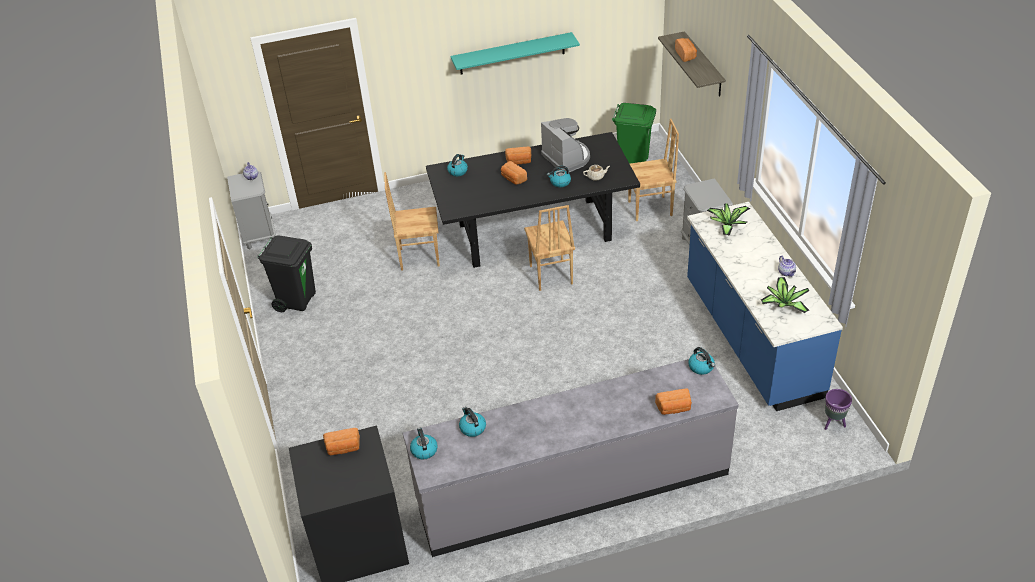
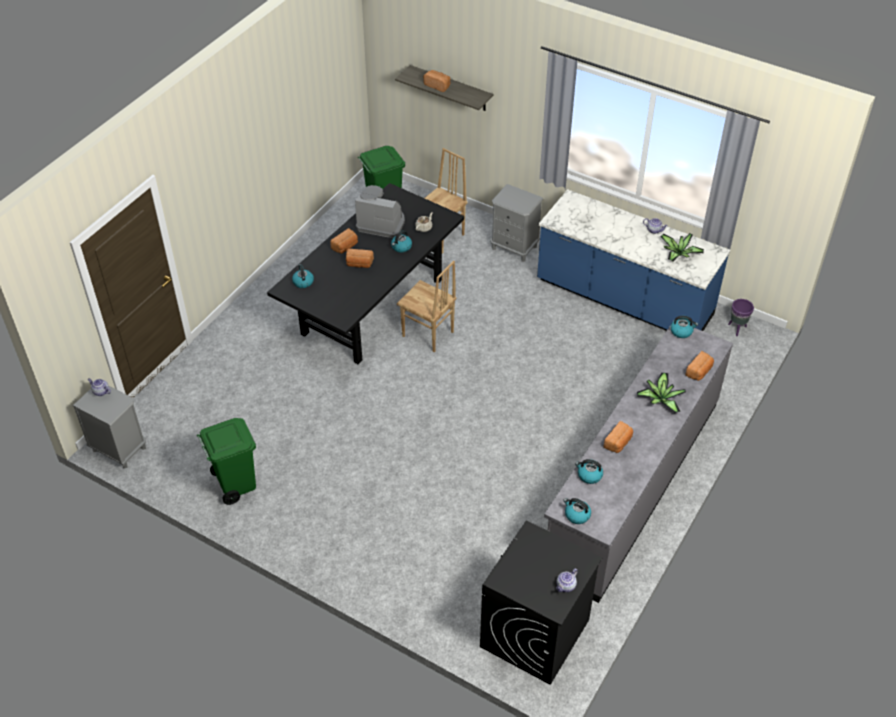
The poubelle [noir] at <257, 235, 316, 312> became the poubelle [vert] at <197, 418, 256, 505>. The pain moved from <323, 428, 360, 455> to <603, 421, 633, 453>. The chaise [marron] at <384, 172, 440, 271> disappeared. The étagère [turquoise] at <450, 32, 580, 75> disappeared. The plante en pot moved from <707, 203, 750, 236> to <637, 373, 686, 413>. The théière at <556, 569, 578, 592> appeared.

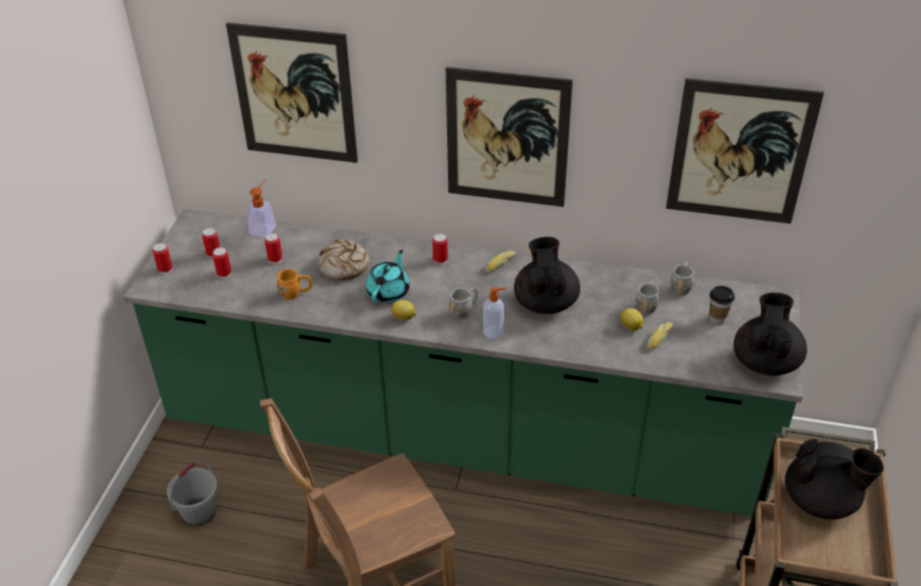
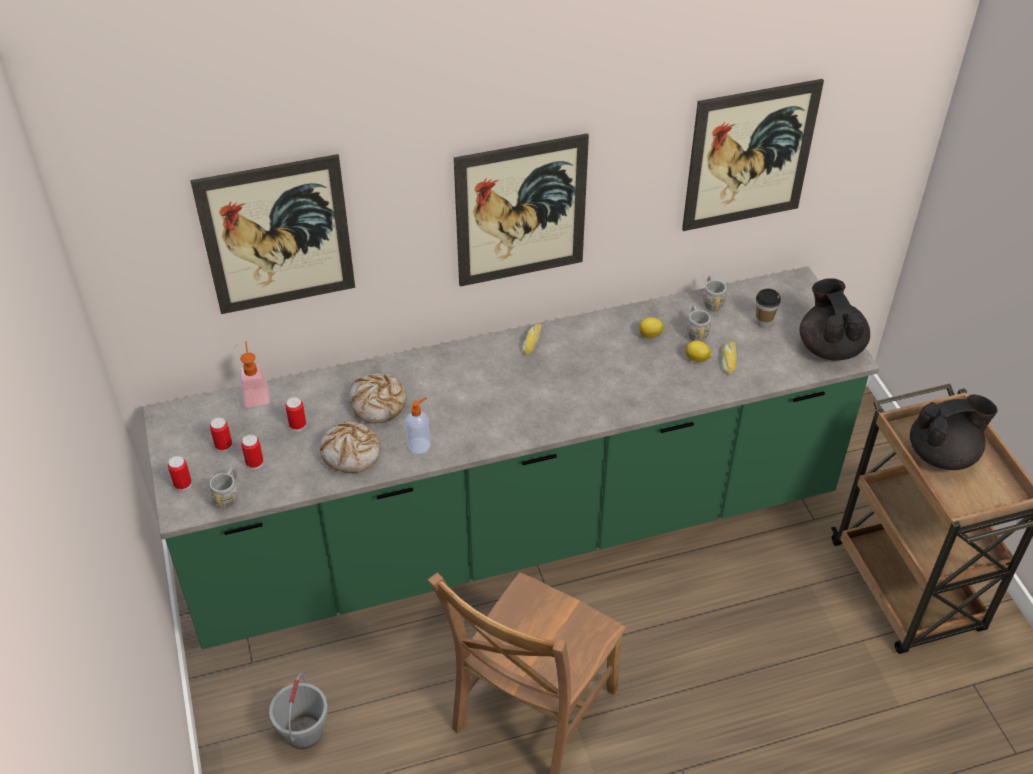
The mug [orange] at <276, 269, 312, 300> was replaced by the pain at <320, 421, 380, 473>. The théière [turquoise] at <366, 250, 410, 302> disappeared. The citron moved from <391, 300, 417, 320> to <639, 317, 664, 338>. The boîte métallique at <432, 234, 448, 264> disappeared. The mug [gris] moved from <449, 288, 478, 319> to <210, 467, 238, 509>. The distributeur de savon moved from <483, 287, 507, 339> to <406, 397, 430, 454>. The théière [noir] at <514, 237, 580, 314> disappeared.

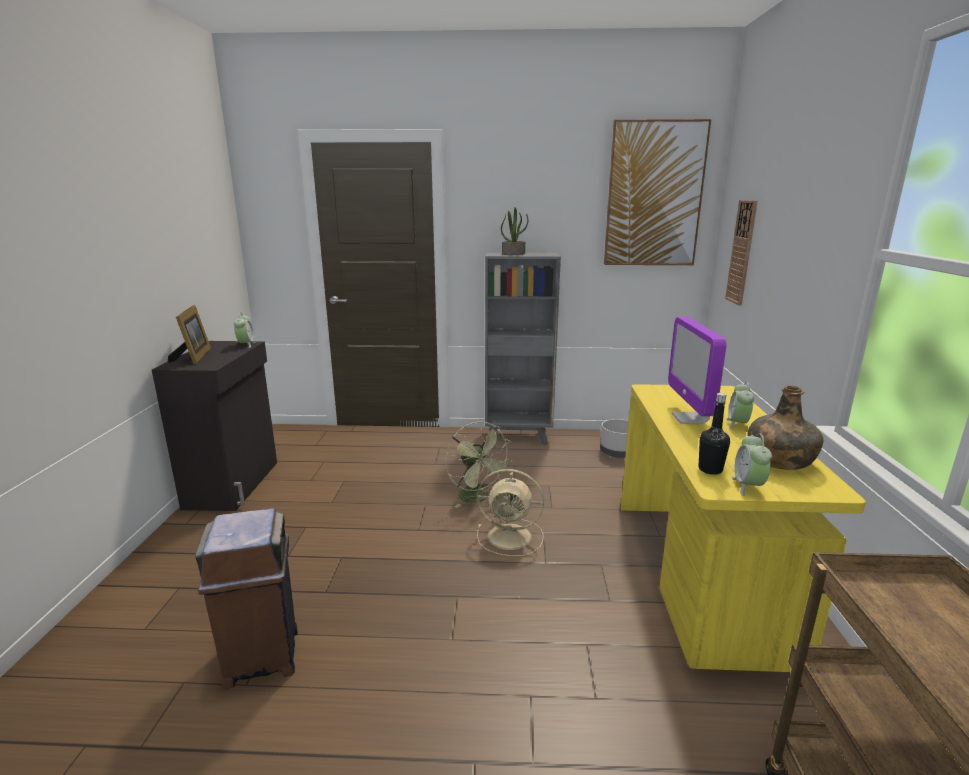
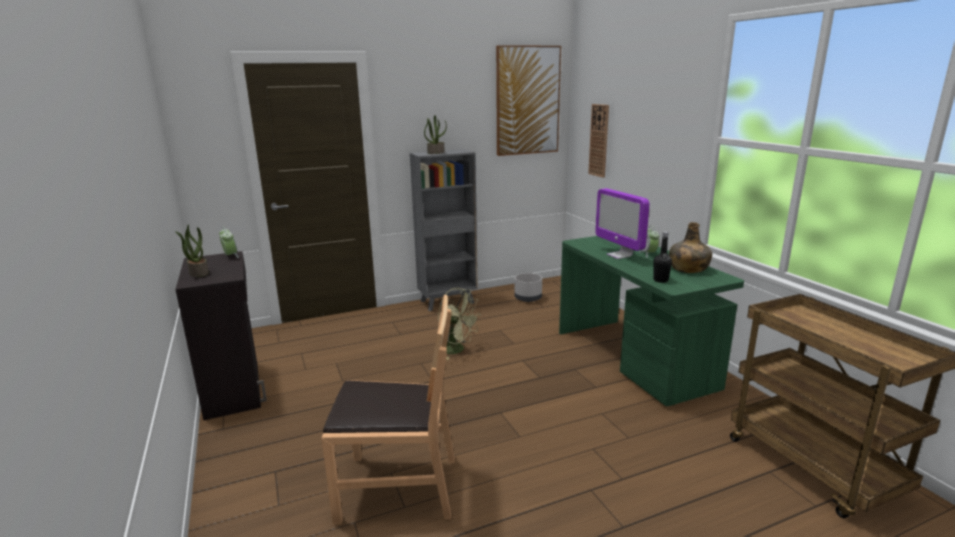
The cadre photo at <168, 305, 211, 364> was replaced by the plante en pot at <175, 224, 209, 277>. The poubelle [marron] at <195, 508, 298, 689> was replaced by the chaise [marron] at <321, 295, 455, 525>. The ventilateur [beige] at <477, 469, 544, 556> disappeared. The bureau [jaune] at <621, 384, 866, 672> became the bureau [vert] at <559, 236, 744, 406>. The réveil at <732, 433, 772, 496> disappeared.

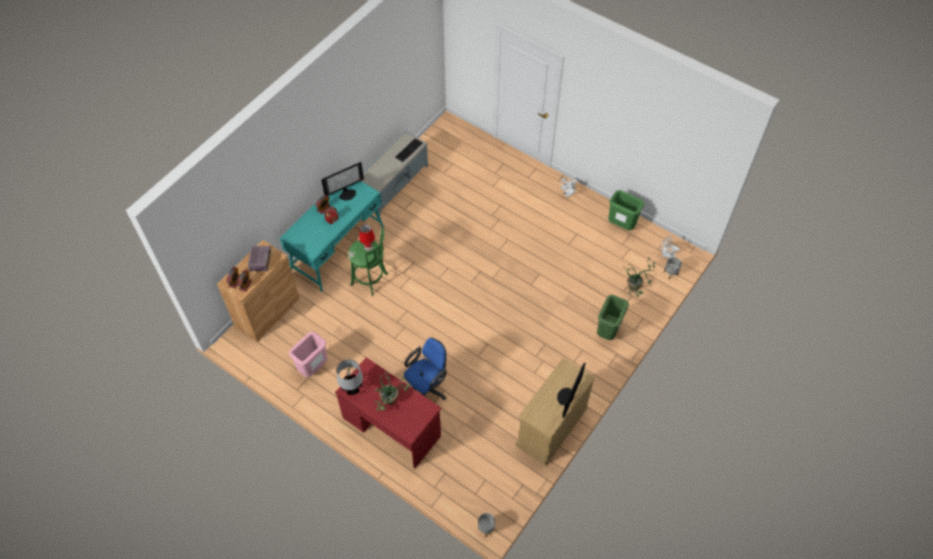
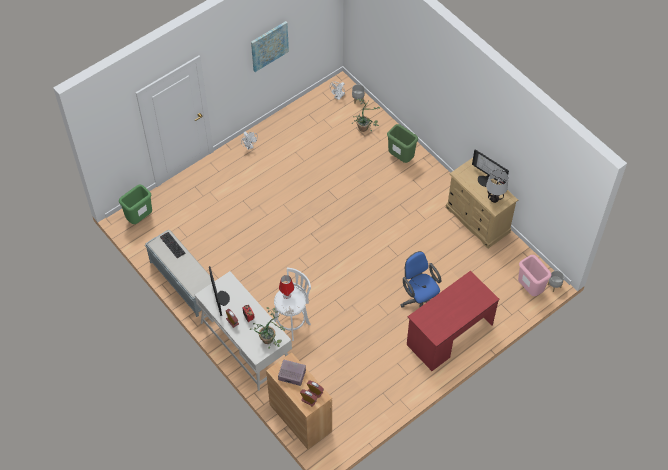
The bureau [turquoise] at <280, 181, 384, 292> became the bureau [blanc] at <195, 271, 292, 391>. The poubelle [rose] moved from <289, 332, 327, 377> to <518, 255, 551, 296>. The lampe de table moved from <337, 359, 363, 395> to <486, 170, 508, 203>. The tabouret [vert] at <348, 228, 388, 296> became the tabouret [blanc] at <274, 268, 311, 341>. The plante en pot moved from <375, 372, 410, 411> to <250, 307, 285, 349>. The poubelle [vert] moved from <608, 190, 644, 230> to <119, 185, 152, 224>. The tableau at <251, 21, 289, 72> appeared.

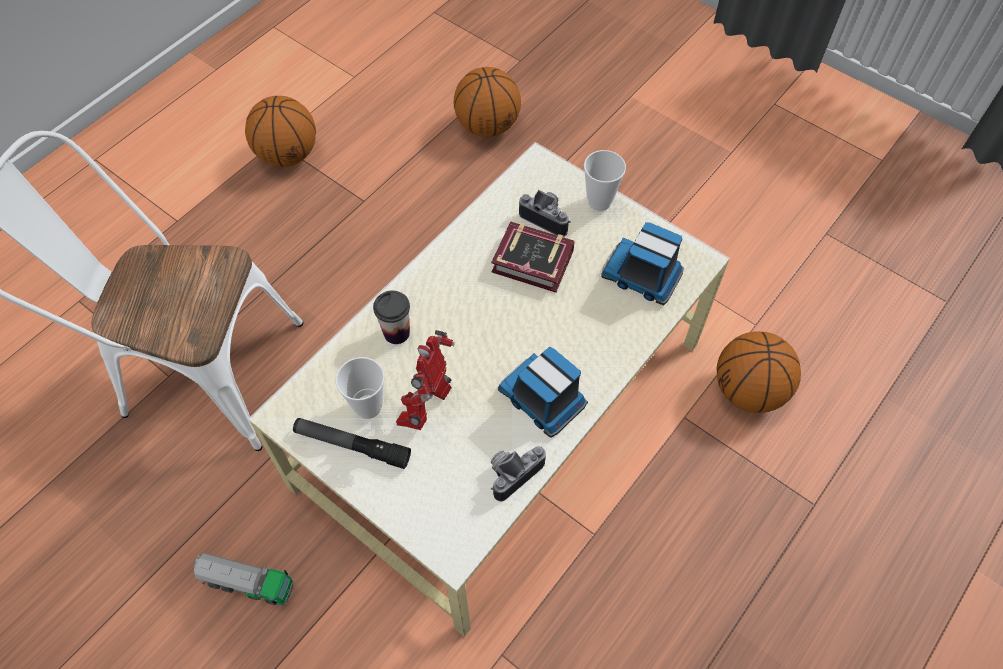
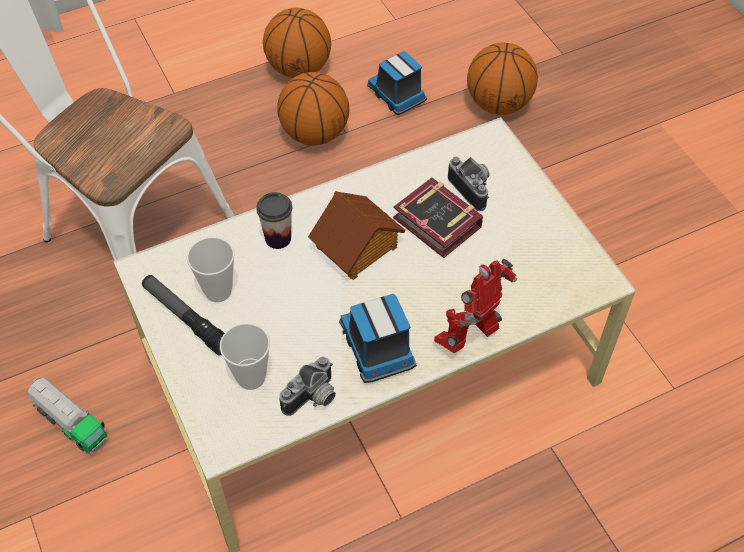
The robot jouet moved from <396, 330, 455, 430> to <434, 259, 517, 353>. The appareil photo at <491, 446, 546, 501> turned 150 degrees clockwise. The tasse moved from <584, 150, 626, 211> to <220, 323, 270, 390>. The camion jouet moved from <601, 222, 684, 305> to <367, 51, 427, 115>. The ballon de basket moved from <717, 331, 801, 413> to <277, 72, 349, 146>. The maison miniature at <308, 191, 406, 280> appeared.

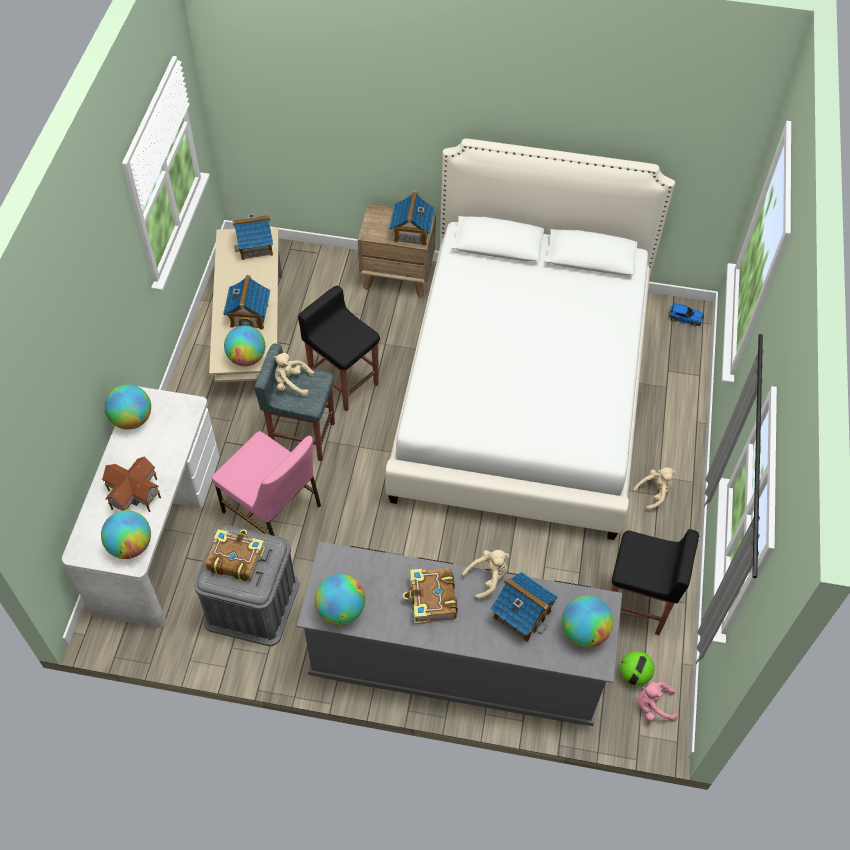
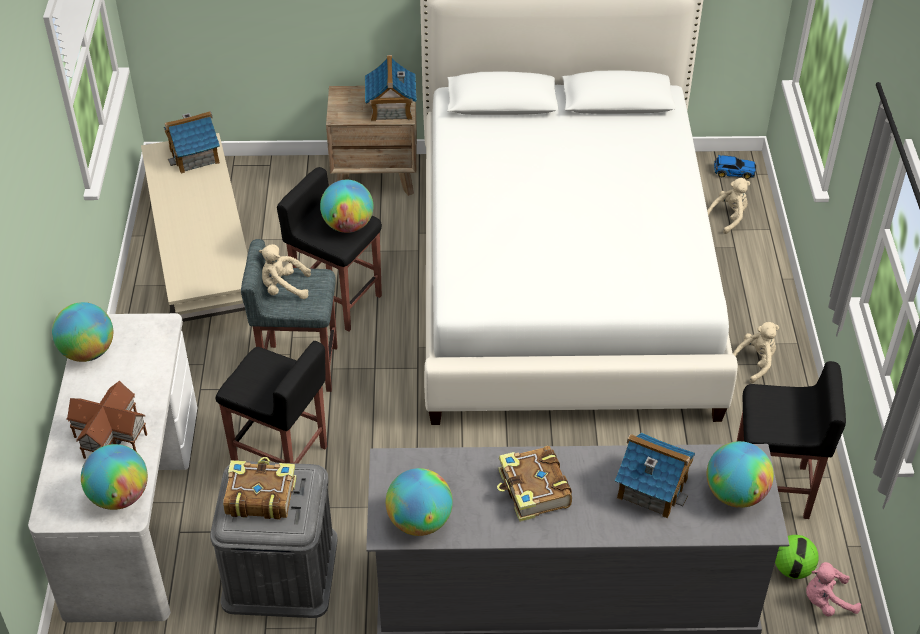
The chaise [rose] at <212, 431, 321, 536> was replaced by the tabouret [noir] at <216, 341, 327, 464>. The maison miniature at <223, 275, 270, 330> disappeared. The globe moved from <224, 325, 265, 366> to <320, 180, 373, 233>. The peluche [beige] moved from <461, 550, 510, 600> to <707, 178, 750, 234>.

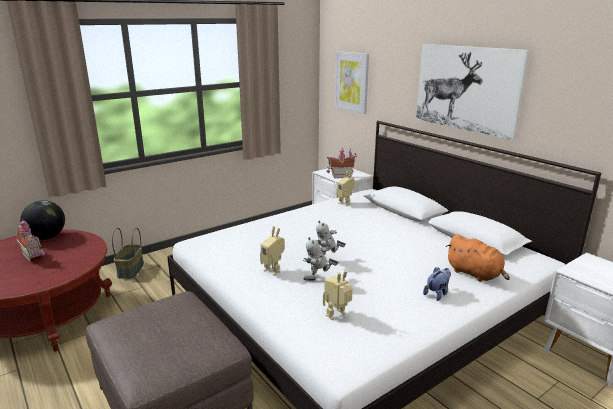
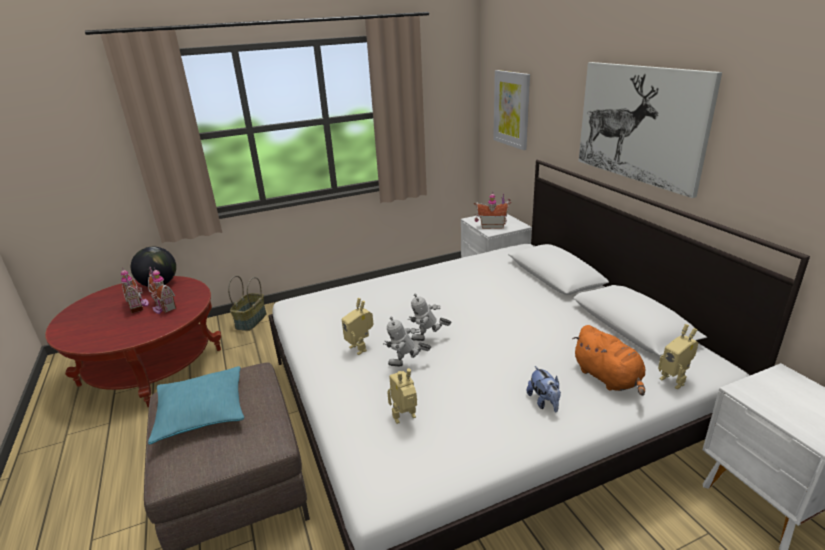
The robot jouet moved from <336, 170, 355, 206> to <658, 324, 698, 389>. The peluche at <423, 267, 451, 301> turned 105 degrees clockwise. The maison miniature at <148, 267, 176, 314> appeared. The coussin [turquoise] at <148, 366, 244, 445> appeared.

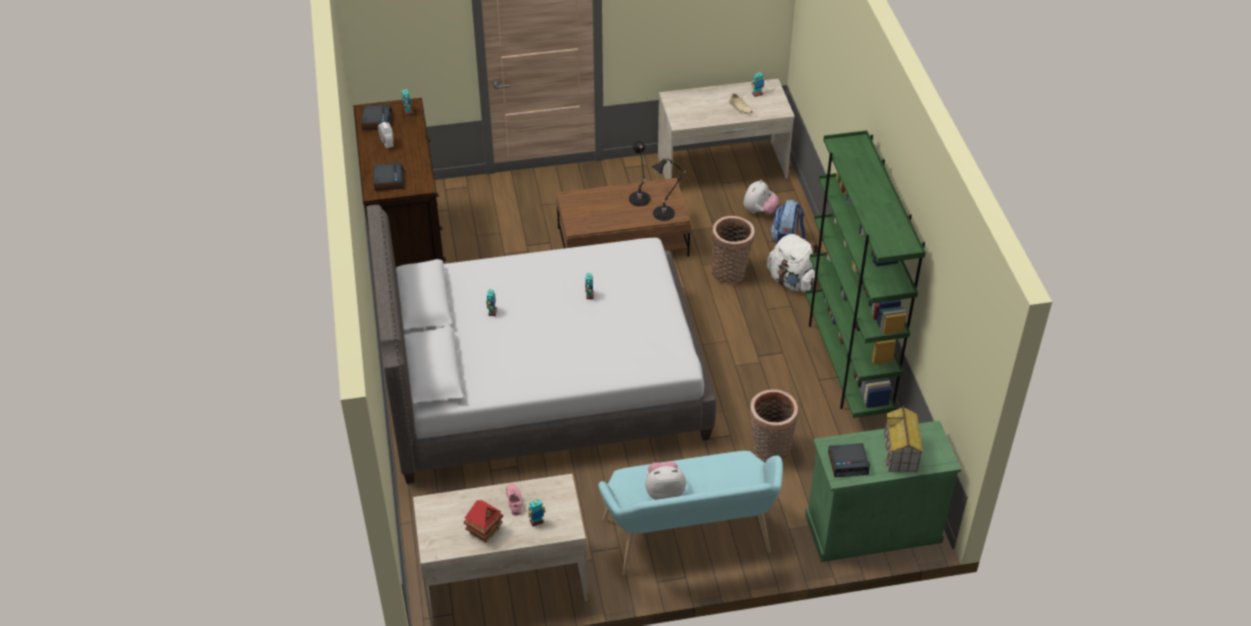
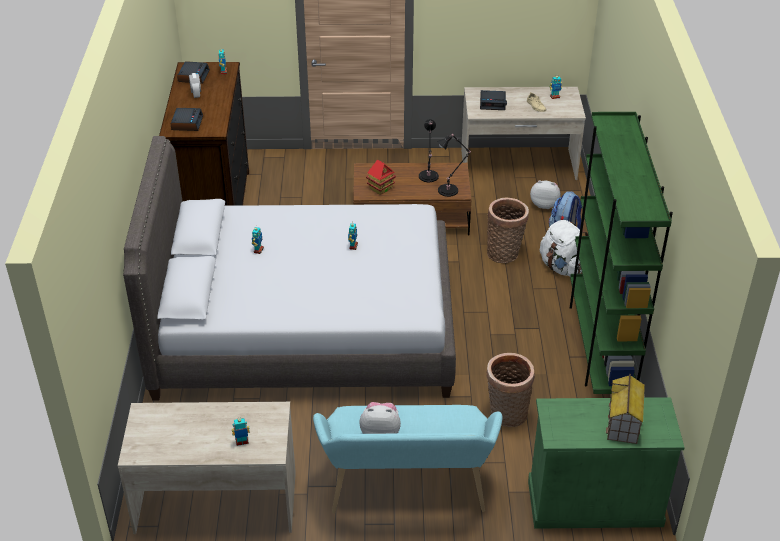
The maison miniature moved from <463, 500, 503, 543> to <366, 160, 396, 195>. The chaussure [rose] at <506, 484, 522, 516> disappeared. The peluche at <743, 180, 779, 214> turned 120 degrees counterclockwise. The réveil moved from <828, 443, 870, 477> to <480, 90, 507, 110>.

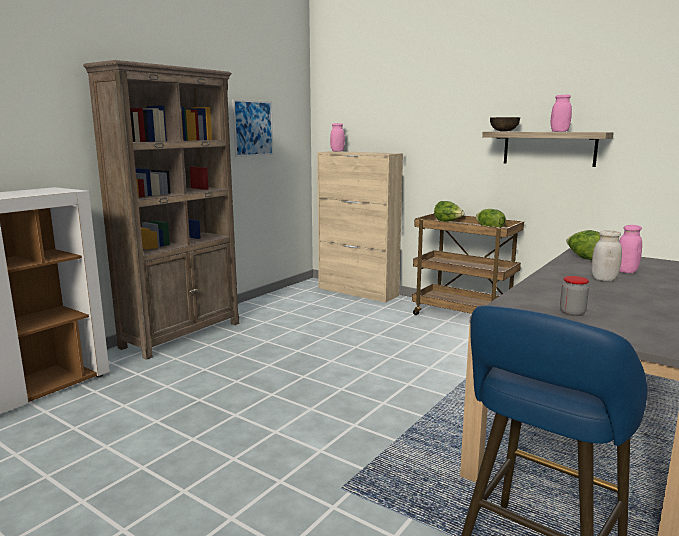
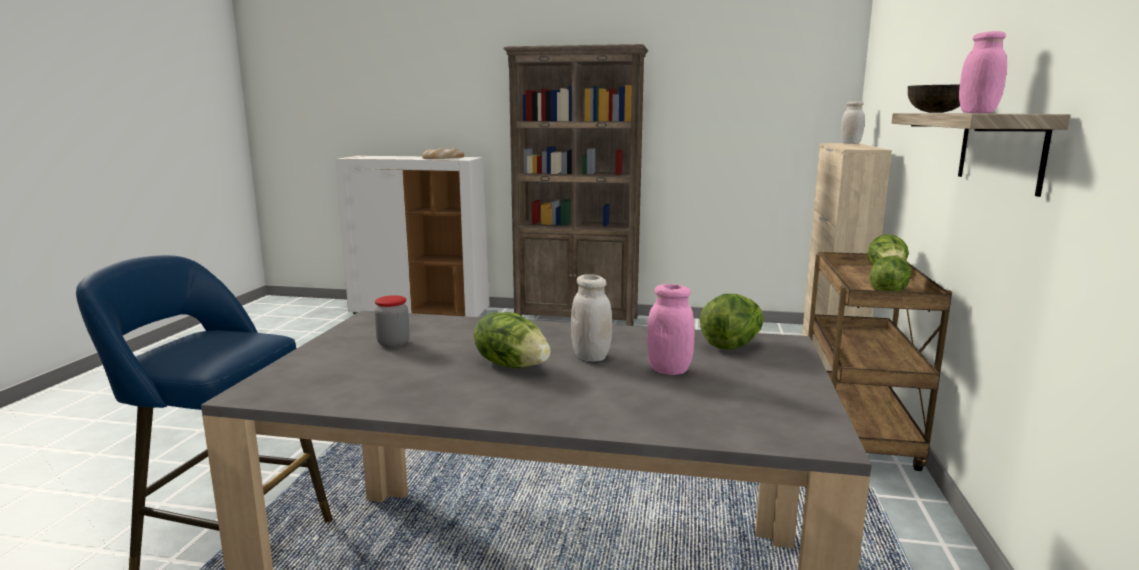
The tableau at <232, 99, 274, 157> disappeared. The bocal [rose] at <330, 123, 345, 151> became the bocal [blanc] at <840, 101, 865, 144>. The pain at <422, 148, 464, 159> appeared. The laitue at <474, 312, 551, 368> appeared.

